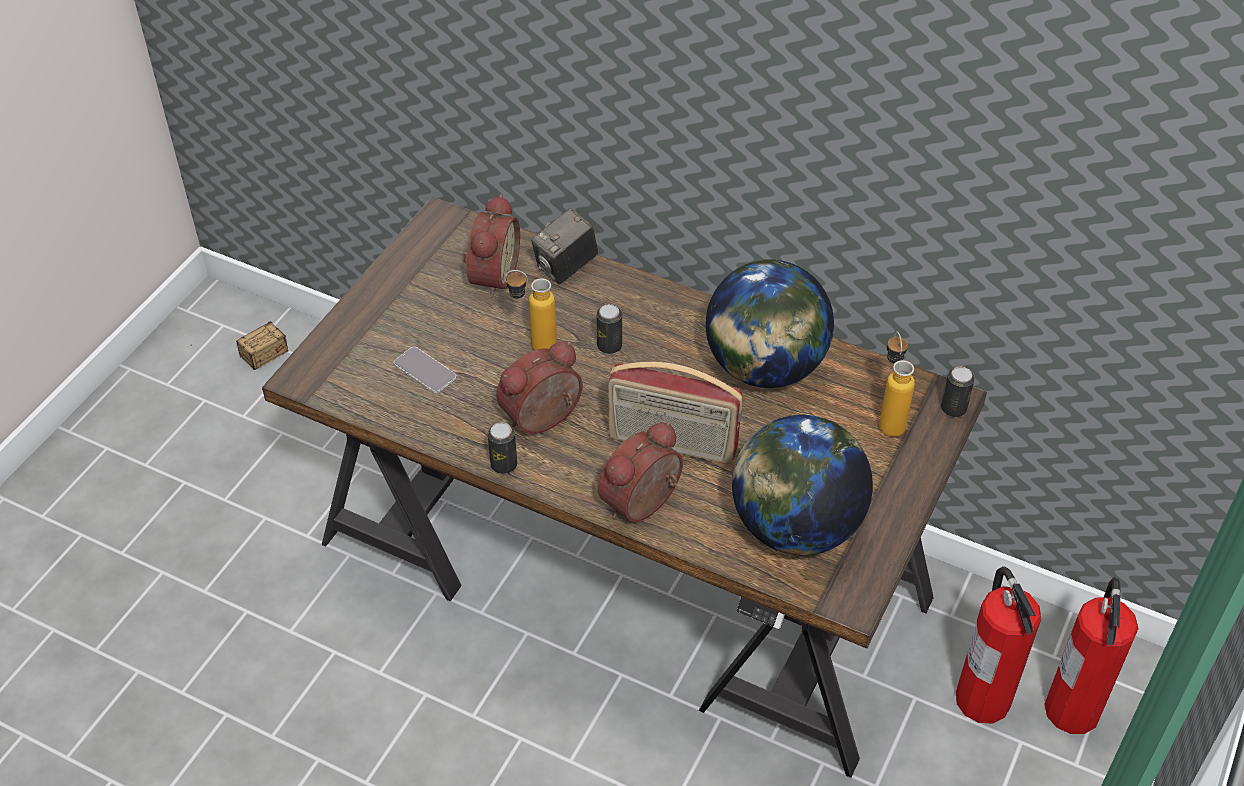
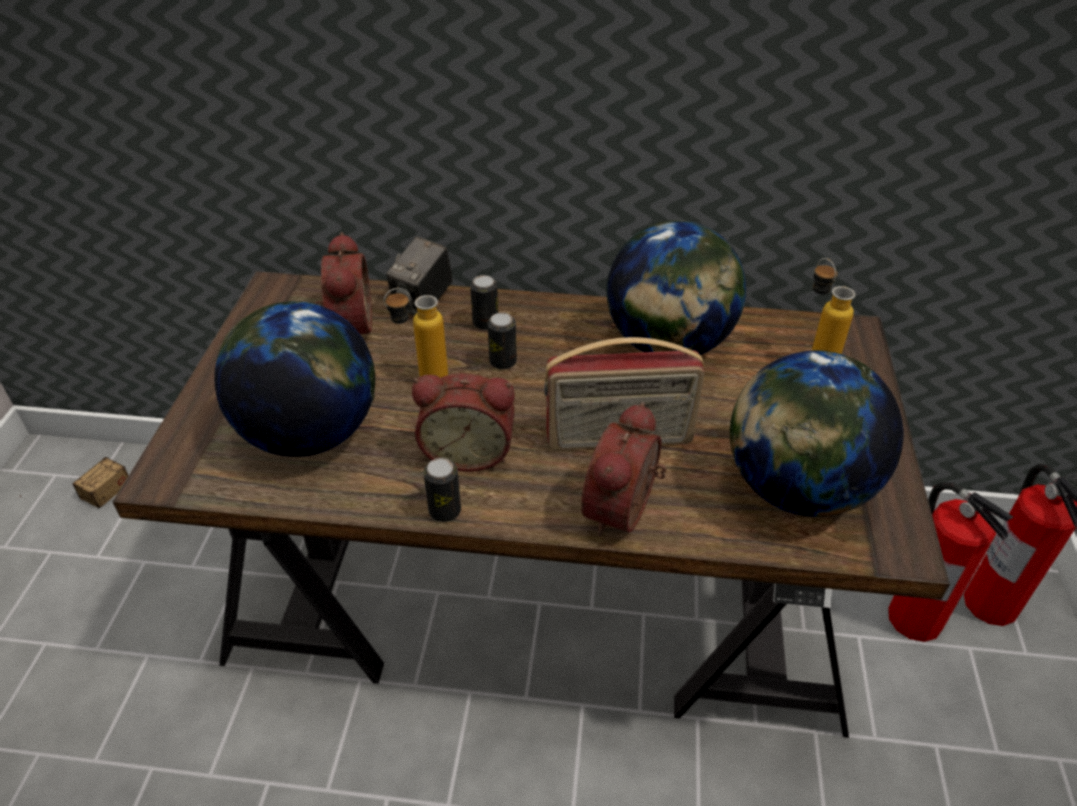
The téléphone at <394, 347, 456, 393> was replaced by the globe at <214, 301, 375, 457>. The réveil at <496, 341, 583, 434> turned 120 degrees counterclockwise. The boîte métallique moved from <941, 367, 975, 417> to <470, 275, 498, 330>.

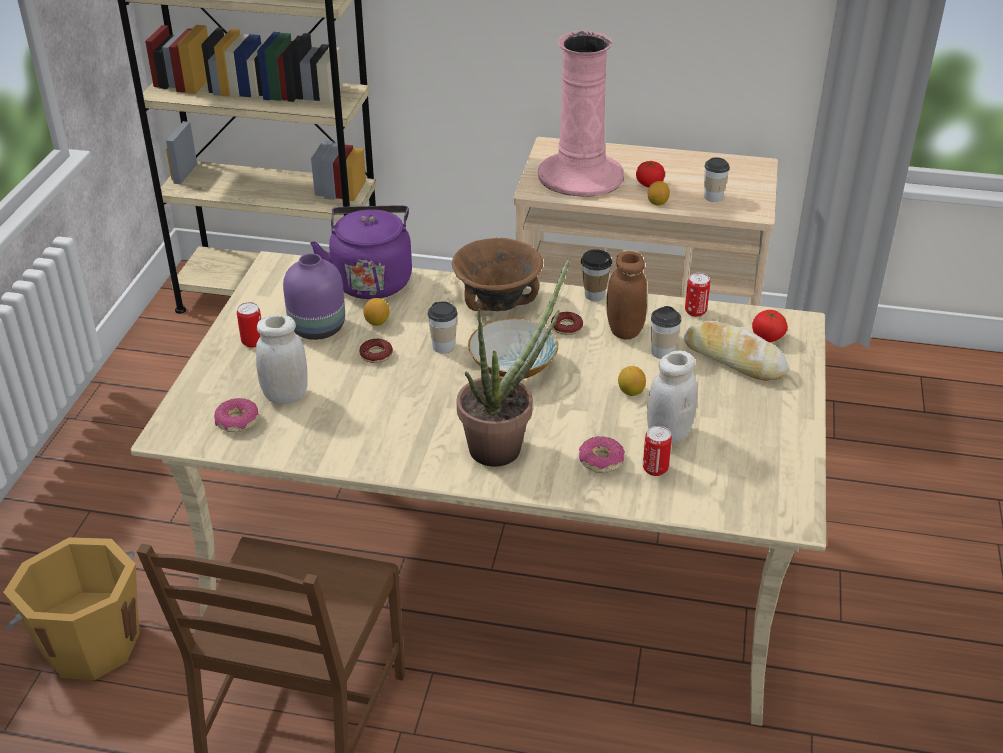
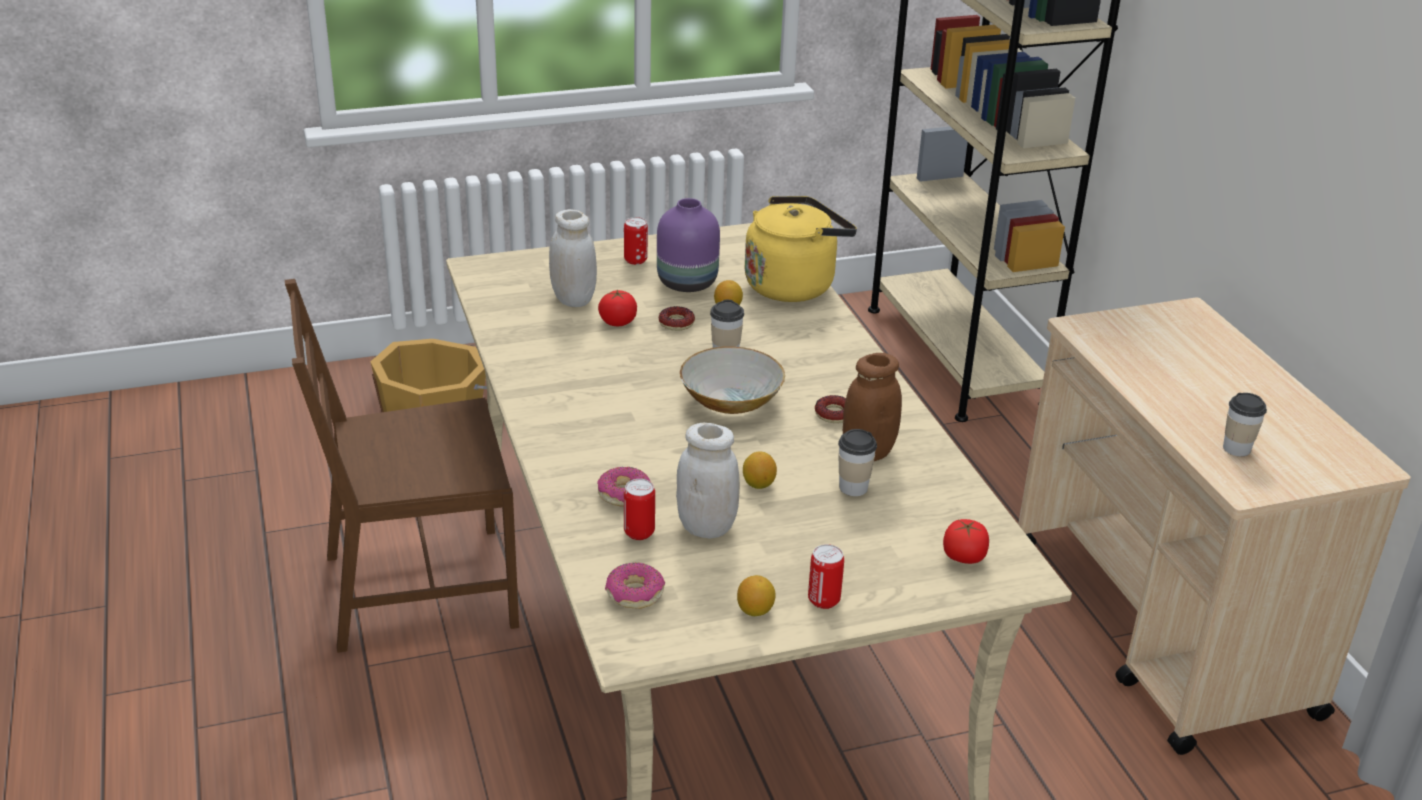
The beignet moved from <214, 398, 259, 432> to <605, 563, 665, 609>. The bouilloire [violet] at <310, 205, 412, 299> became the bouilloire [jaune] at <745, 196, 857, 302>. The bol [marron] at <452, 238, 543, 311> disappeared. The plante en pot at <457, 256, 570, 467> disappeared. The vase [rose] at <538, 31, 624, 197> disappeared. The tasse at <581, 249, 612, 301> disappeared. The tomate moved from <636, 161, 665, 187> to <598, 289, 637, 326>. The citron moved from <648, 181, 670, 206> to <737, 575, 776, 616>. The pain at <684, 321, 789, 381> disappeared. The boîte métallique moved from <685, 273, 710, 317> to <808, 544, 844, 609>.

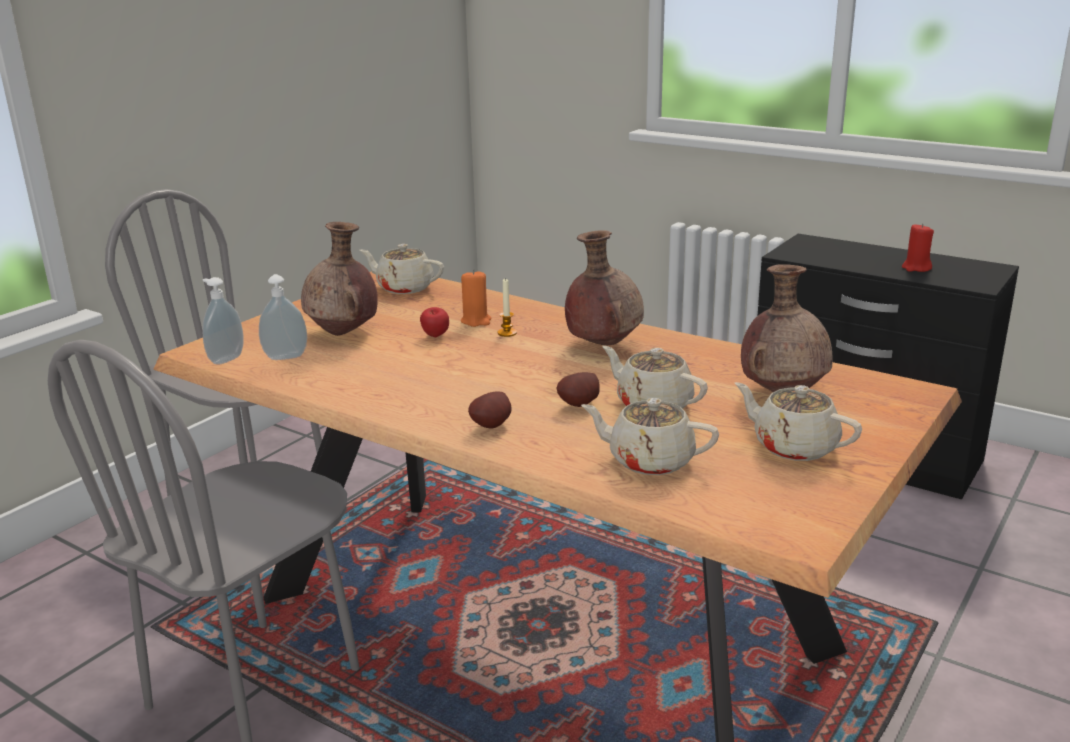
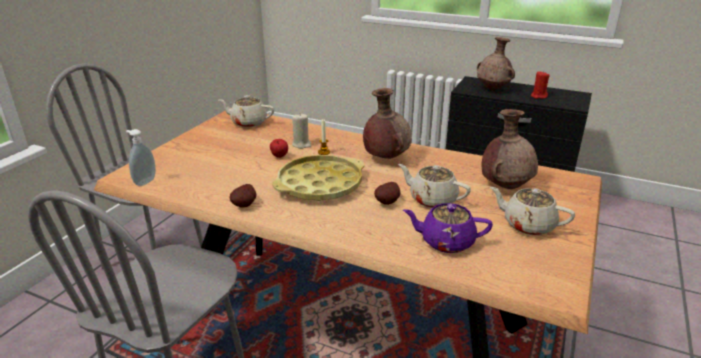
The distributeur de savon at <259, 274, 307, 360> disappeared. The vase [marron] moved from <301, 222, 378, 336> to <477, 37, 515, 90>. The bougie [orange] at <461, 269, 491, 327> became the bougie [beige] at <292, 113, 311, 149>. The pomme de terre moved from <468, 391, 512, 428> to <230, 184, 256, 208>. The théière [beige] at <581, 398, 719, 475> became the théière [violet] at <403, 203, 493, 253>. The plateau [jaune] at <272, 155, 364, 201> appeared.

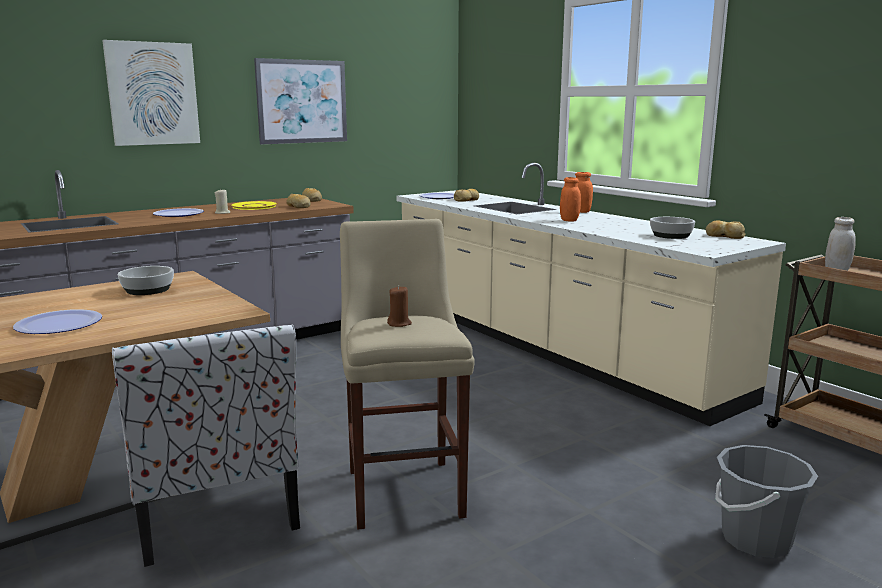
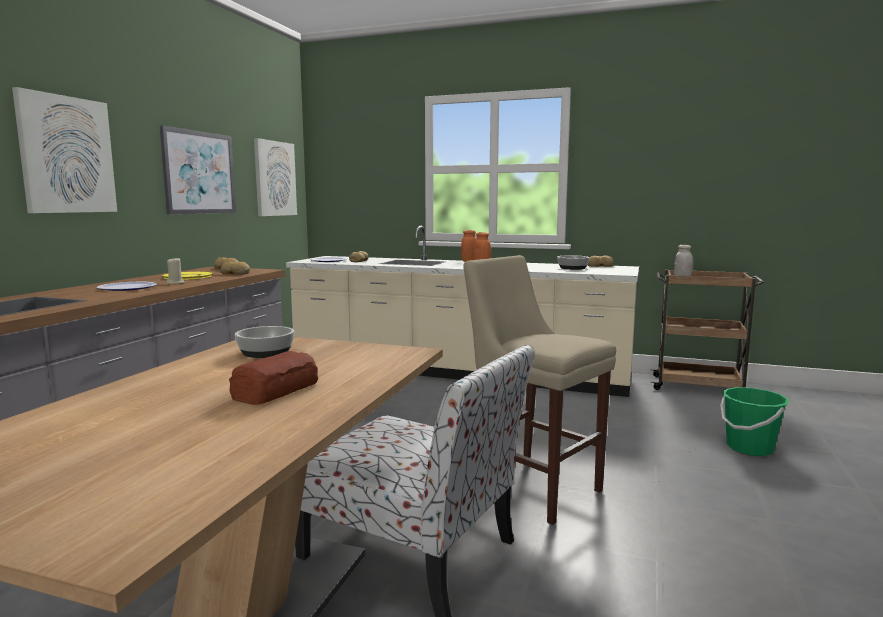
The assiette at <13, 309, 102, 334> was replaced by the pain at <229, 351, 318, 405>. The bougie [marron] at <387, 285, 412, 327> disappeared. The seau [gris] at <715, 445, 818, 558> became the seau [vert] at <720, 387, 789, 456>. The tableau at <254, 138, 297, 216> appeared.

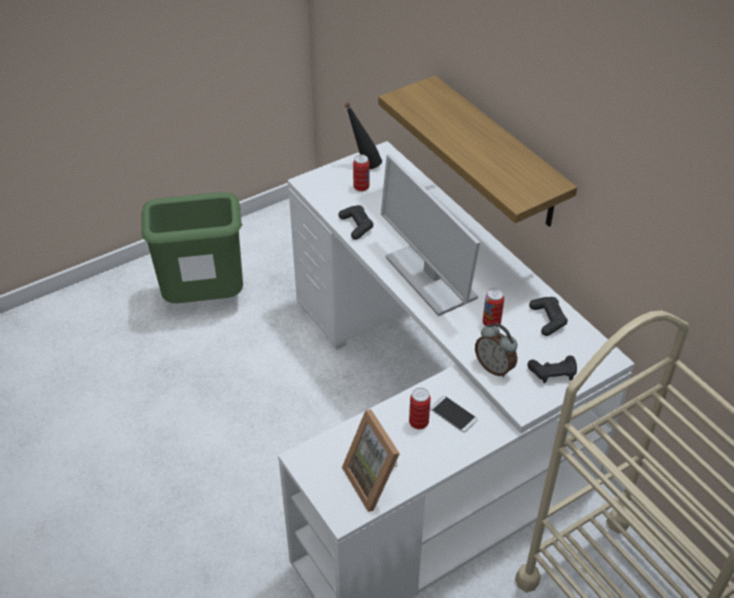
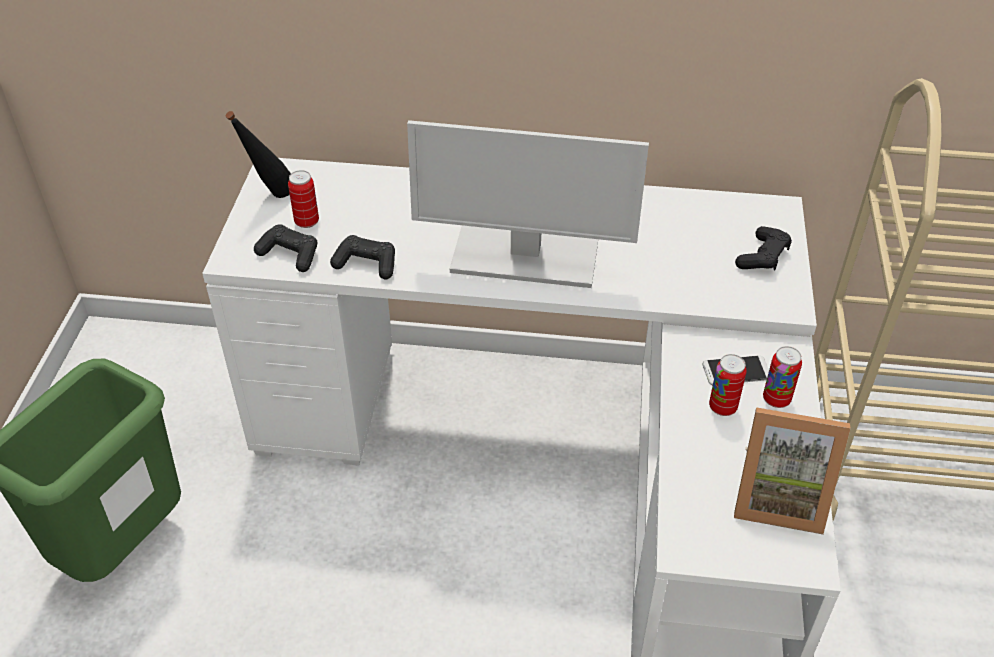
The étagère at <378, 75, 577, 227> disappeared. The réveil at <475, 323, 517, 377> disappeared. The boîte métallique moved from <483, 288, 504, 326> to <763, 346, 802, 408>. The manette [noir] moved from <529, 297, 568, 336> to <254, 224, 317, 272>.

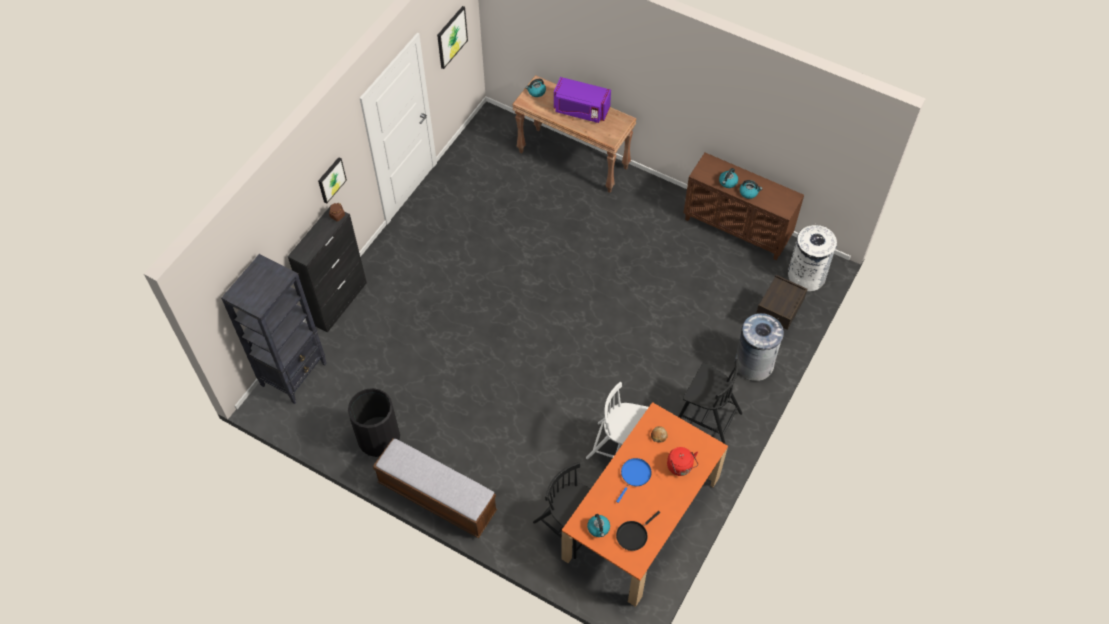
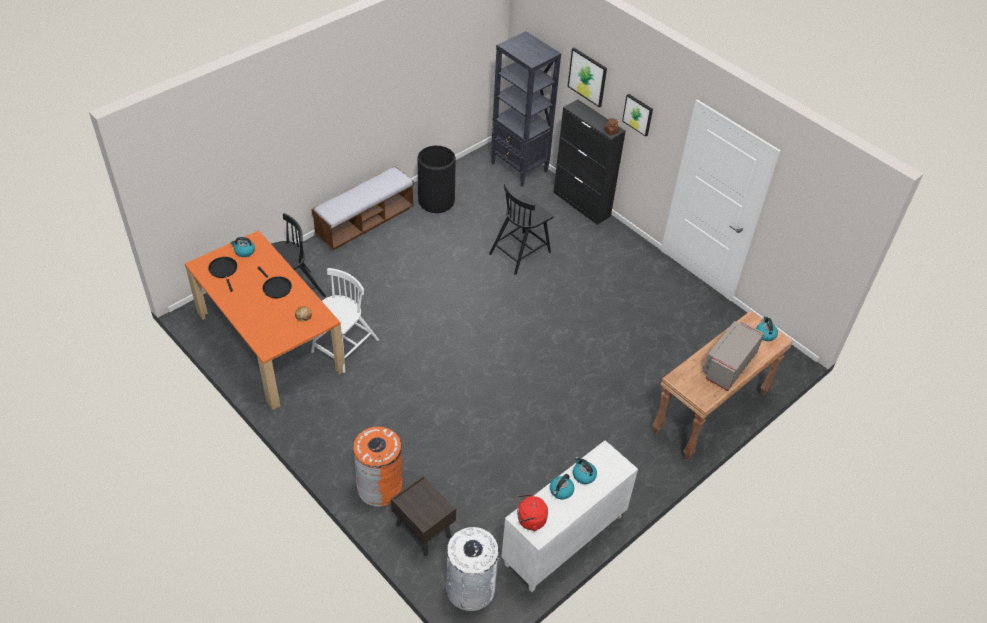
The tableau moved from <437, 6, 468, 69> to <567, 48, 607, 108>. The micro-ondes [violet] at <554, 77, 611, 123> became the micro-ondes [gris] at <703, 321, 764, 391>. The poêle [bleu] at <616, 458, 652, 503> became the poêle [noir] at <258, 267, 292, 298>. The bouilloire [rouge] moved from <667, 447, 698, 476> to <516, 494, 548, 531>. The chaise [noir] moved from <678, 359, 742, 444> to <489, 183, 554, 275>. The meuble de rangement [marron] at <684, 153, 804, 261> became the meuble de rangement [blanc] at <501, 440, 638, 592>. The poubelle [gris] at <735, 313, 784, 381> became the poubelle [orange] at <353, 426, 403, 507>.

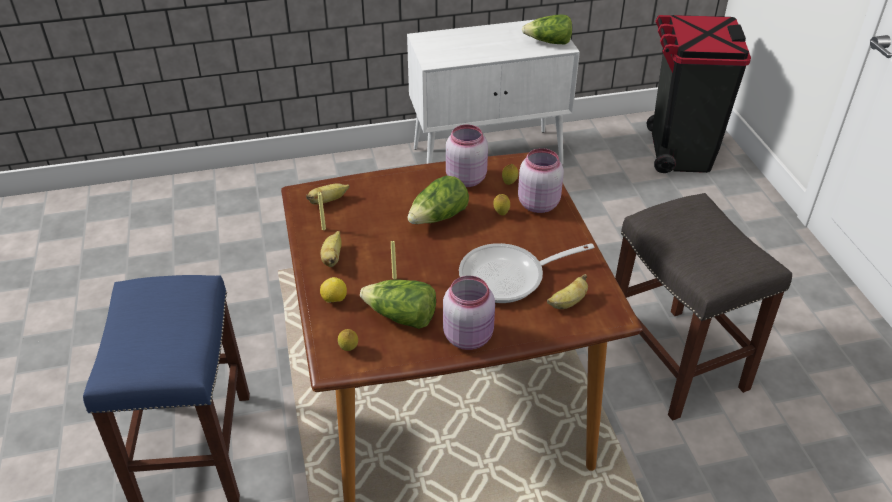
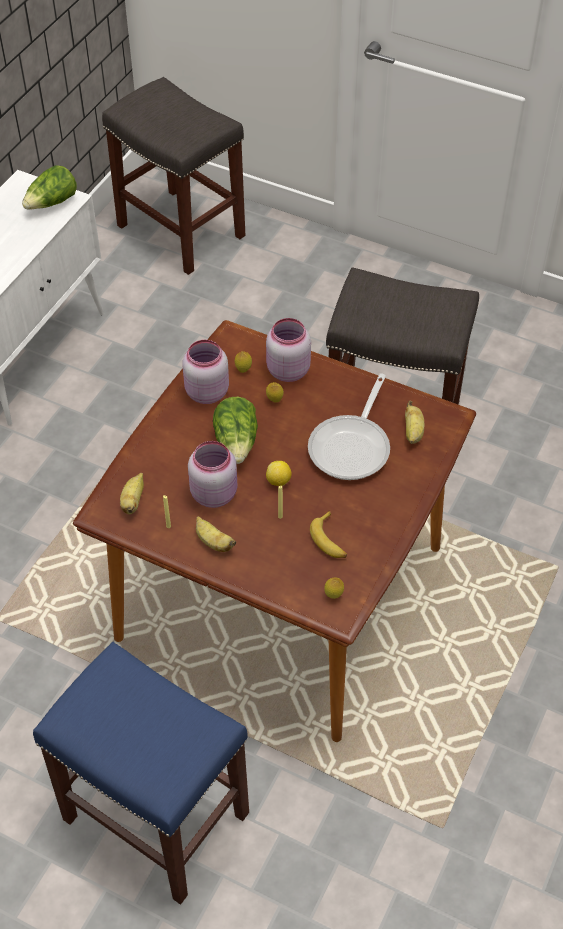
The citron moved from <320, 277, 347, 303> to <266, 461, 292, 486>. The laitue at <360, 280, 436, 329> was replaced by the banane at <310, 511, 347, 558>. The bocal [rose] moved from <443, 276, 495, 350> to <188, 441, 237, 508>. The poubelle [noir] at <647, 15, 751, 173> was replaced by the tabouret [gris] at <102, 77, 246, 275>.

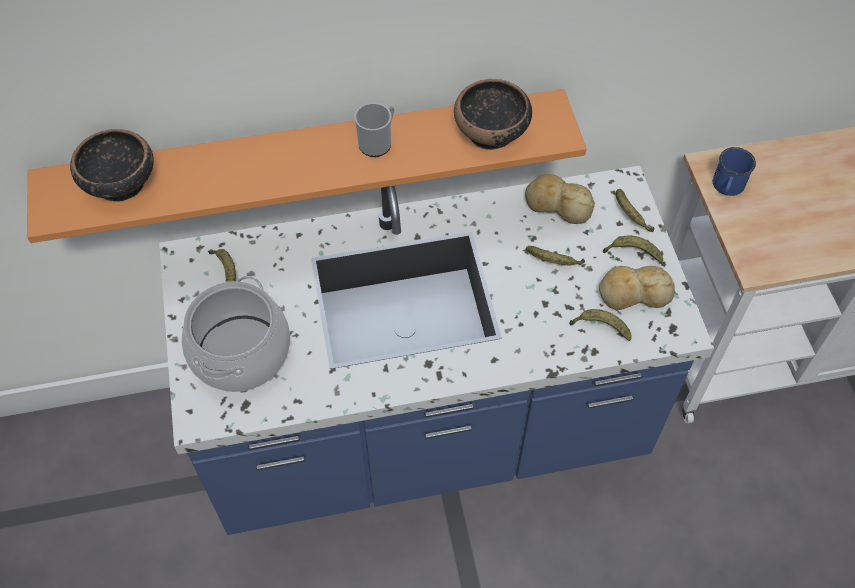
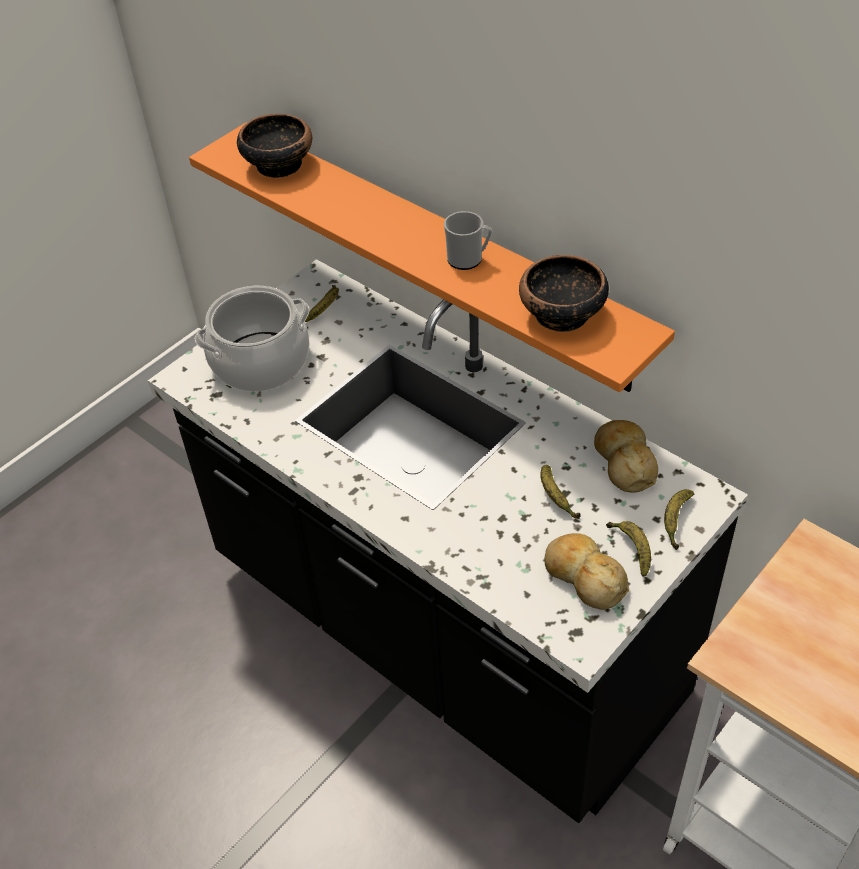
The comptoir de cuisine [bleu] at <159, 166, 714, 535> became the comptoir de cuisine [noir] at <148, 259, 748, 823>. The banane at <569, 309, 632, 341> disappeared. The mug [bleu] at <713, 147, 756, 196> disappeared.

